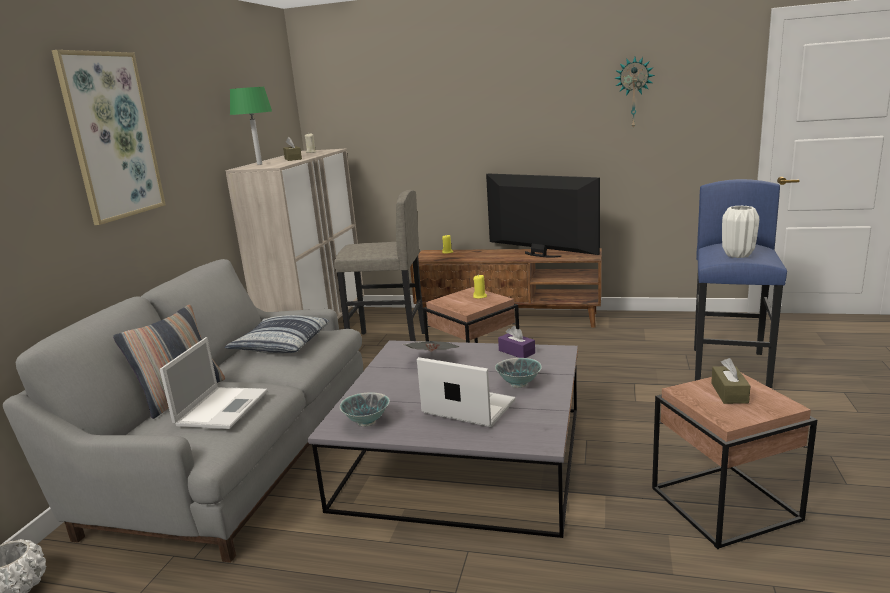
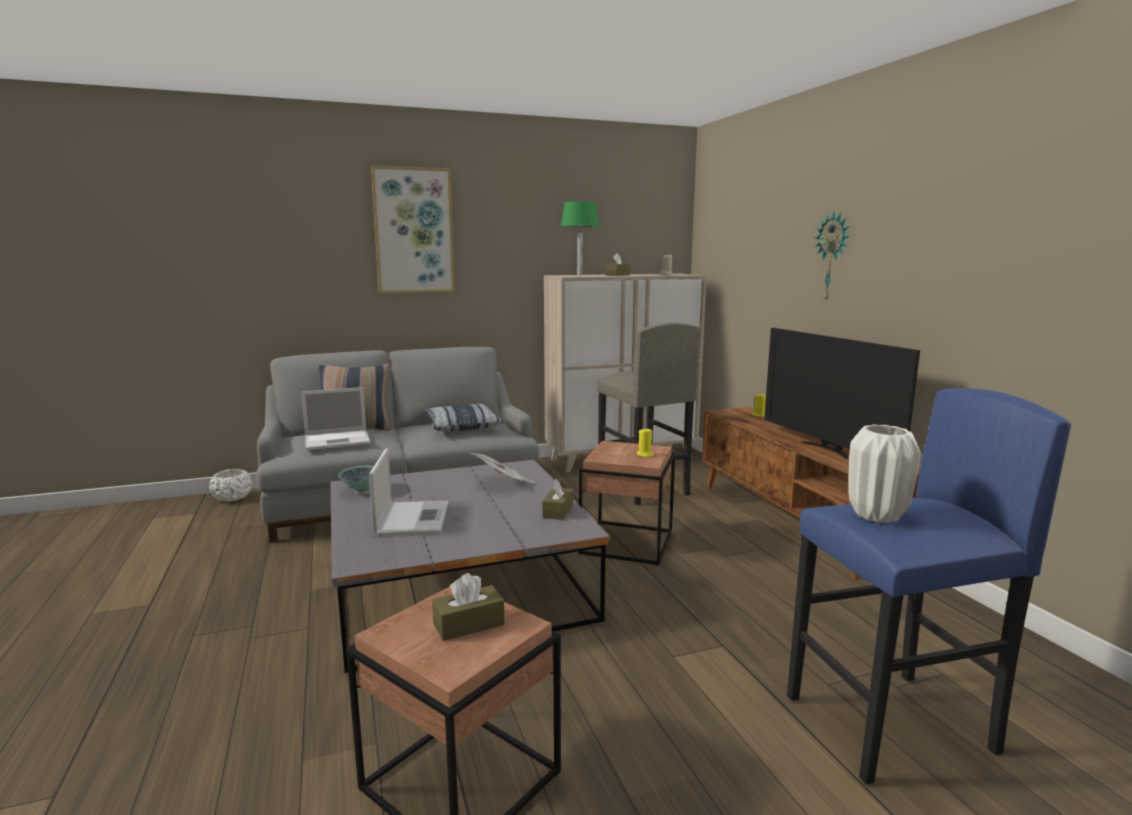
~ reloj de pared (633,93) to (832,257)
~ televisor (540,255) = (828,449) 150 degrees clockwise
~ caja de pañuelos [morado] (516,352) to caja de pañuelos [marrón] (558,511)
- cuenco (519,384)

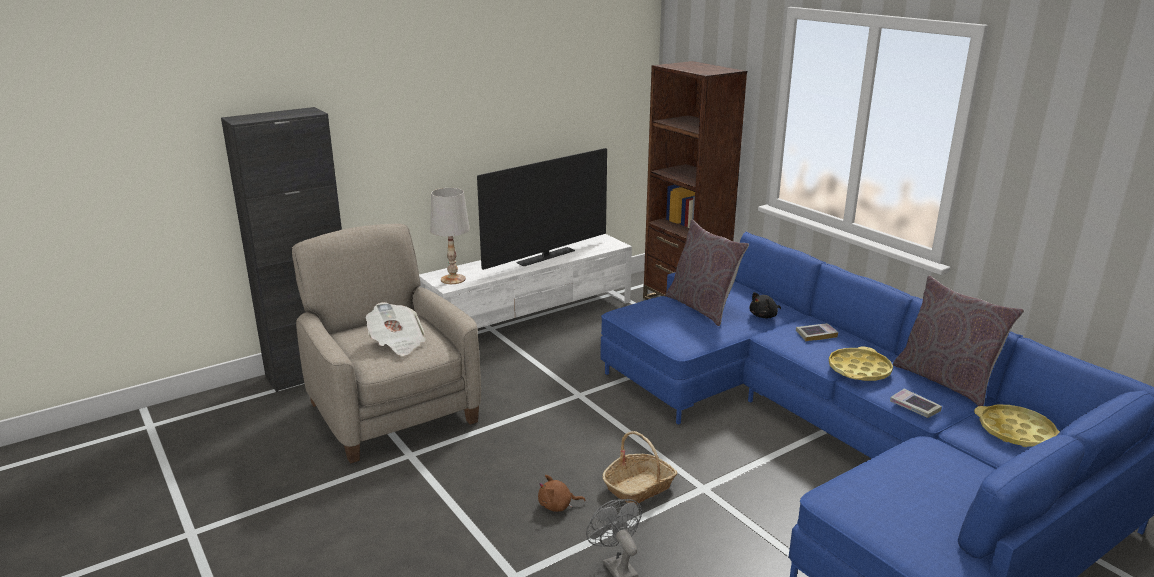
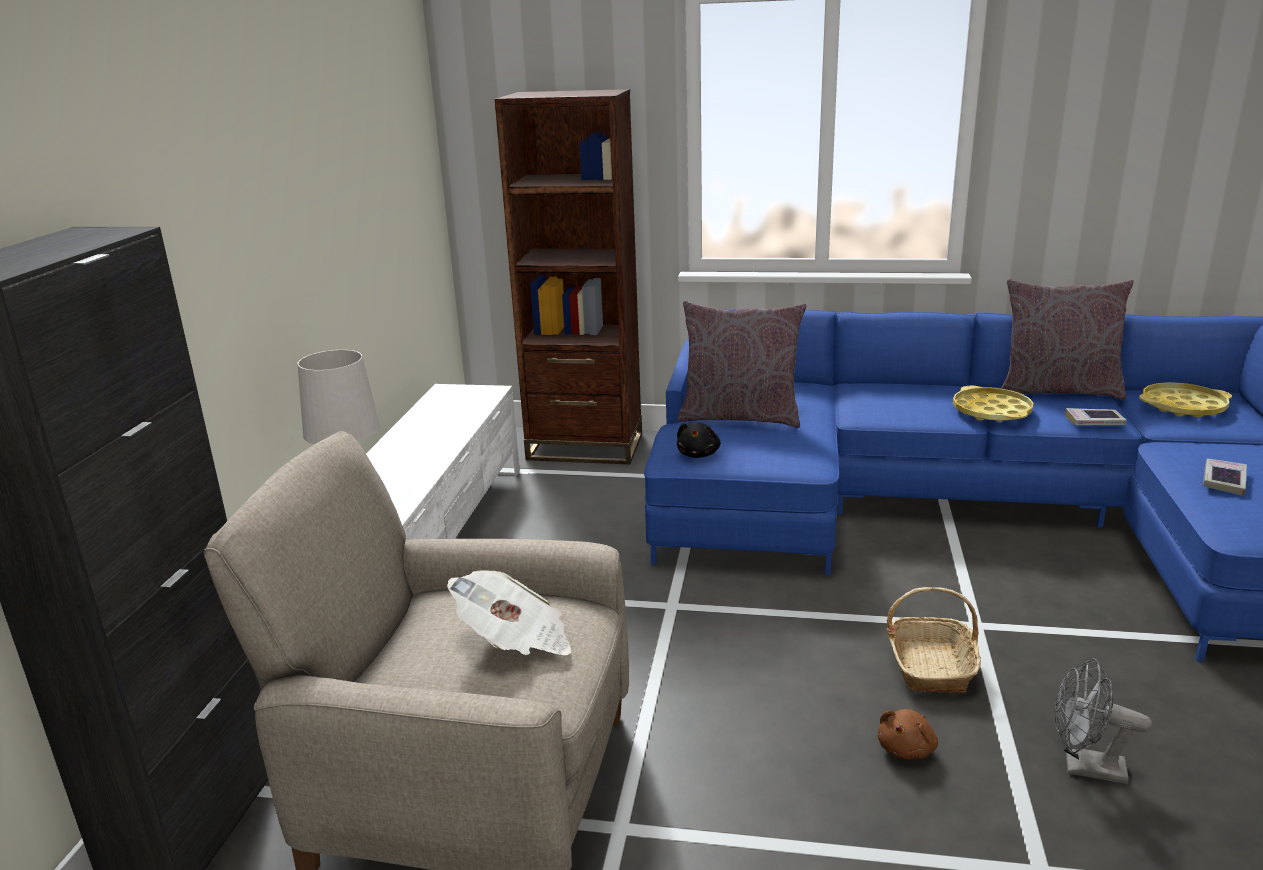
- televisor (546,257)
~ peluche [negro] (764,316) to (698,454)
~ libro (816,334) to (1223,481)

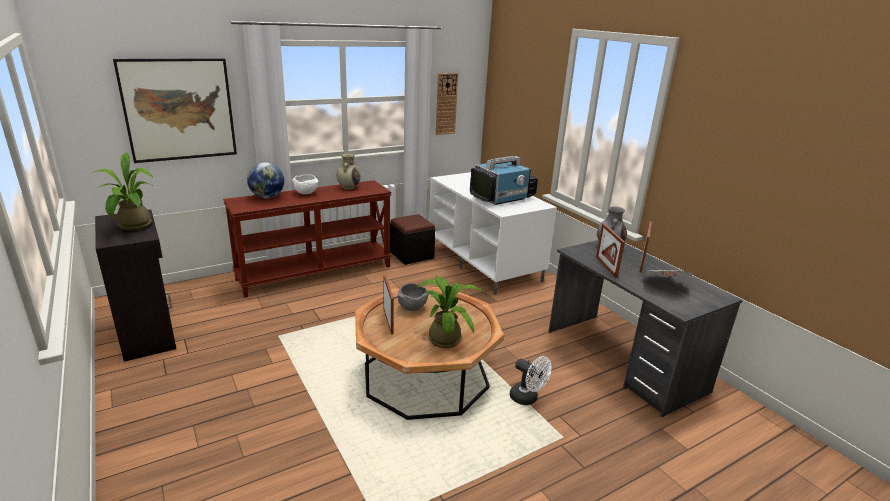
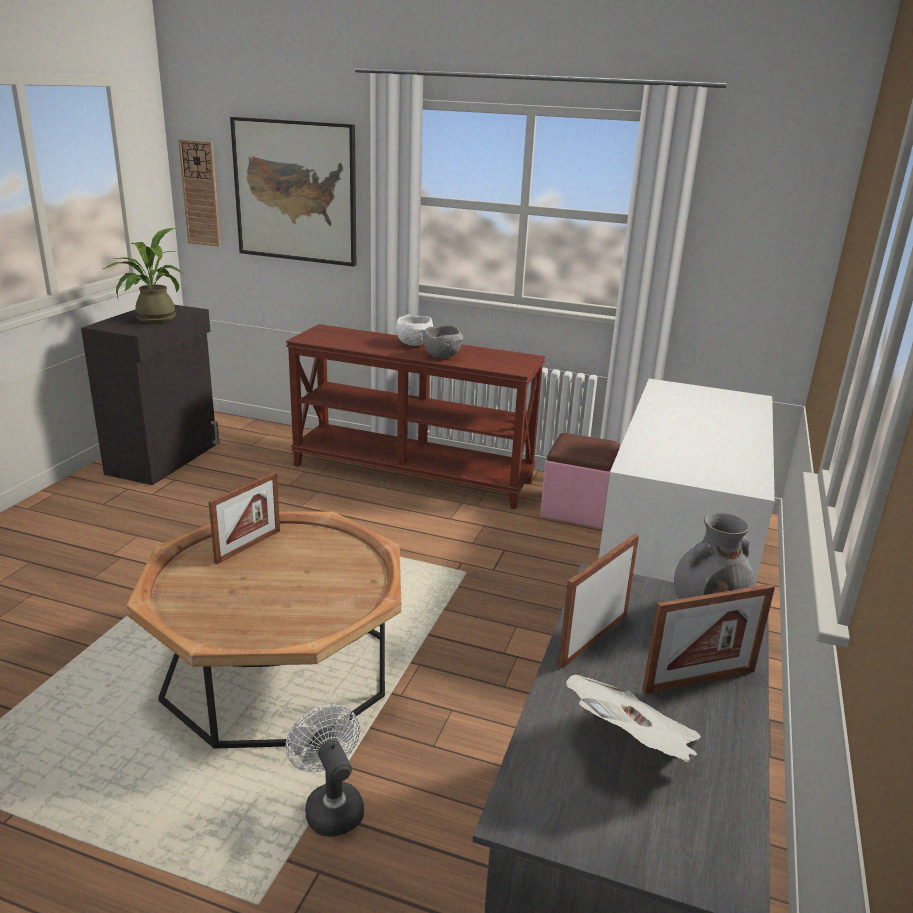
~ reloj de pared (446,104) to (200,193)
- florero [beis] (349,187)
- televisor (503,198)
- globo terráqueo (267,197)
~ puf [negro] (411,255) to puf [rosa] (577,509)
- planta en maceta (444,337)
~ cuenco [gris] (412,307) to (443,357)
~ ventilador [blanco] (527,398) = (330,805) 150 degrees clockwise

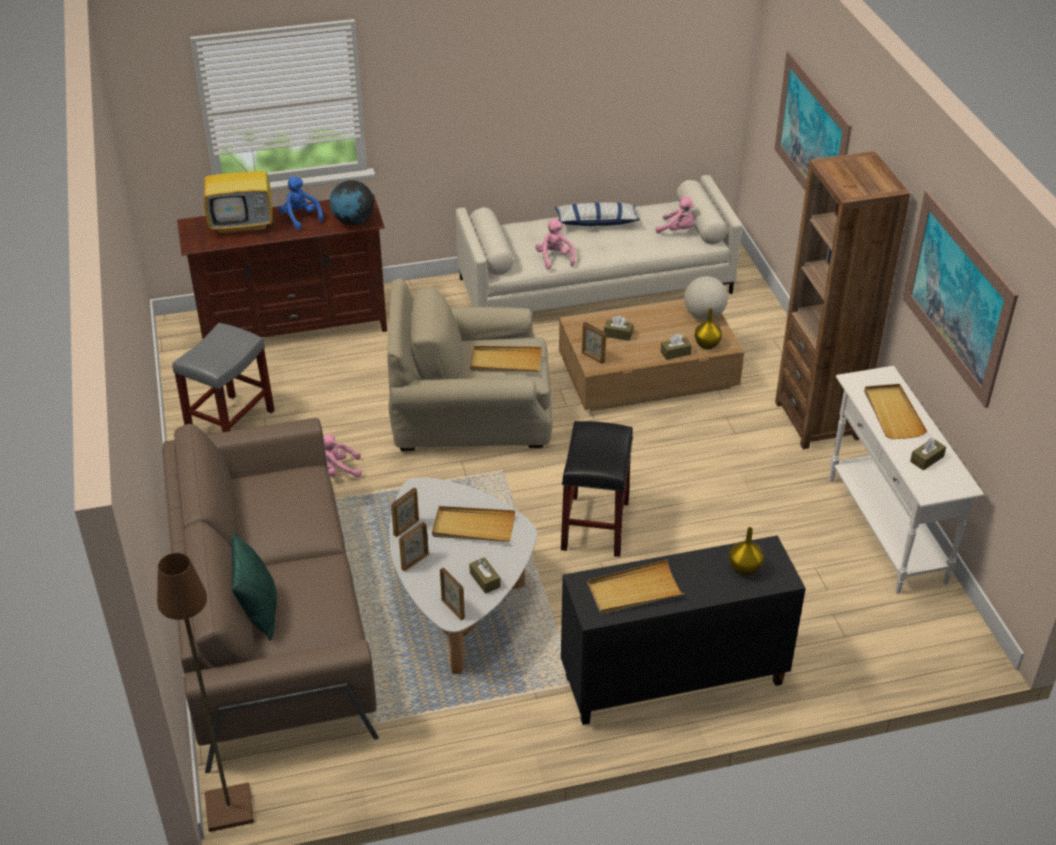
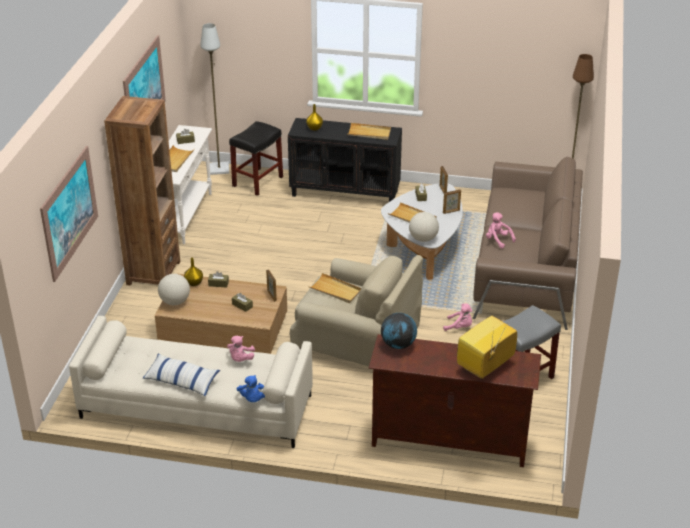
~ televisor (243,224) = (485,367) 60 degrees counterclockwise
~ peluche [azul] (300,218) to (253,399)
~ peluche [rosa] (677,230) to (498,240)
~ taburete [negro] (595,526) to (257,181)
- portarretratos (406,527)
- cojín [verde] (259,611)
+ lámpara de pie [gris] (219,169)
+ globo terráqueo (423,239)

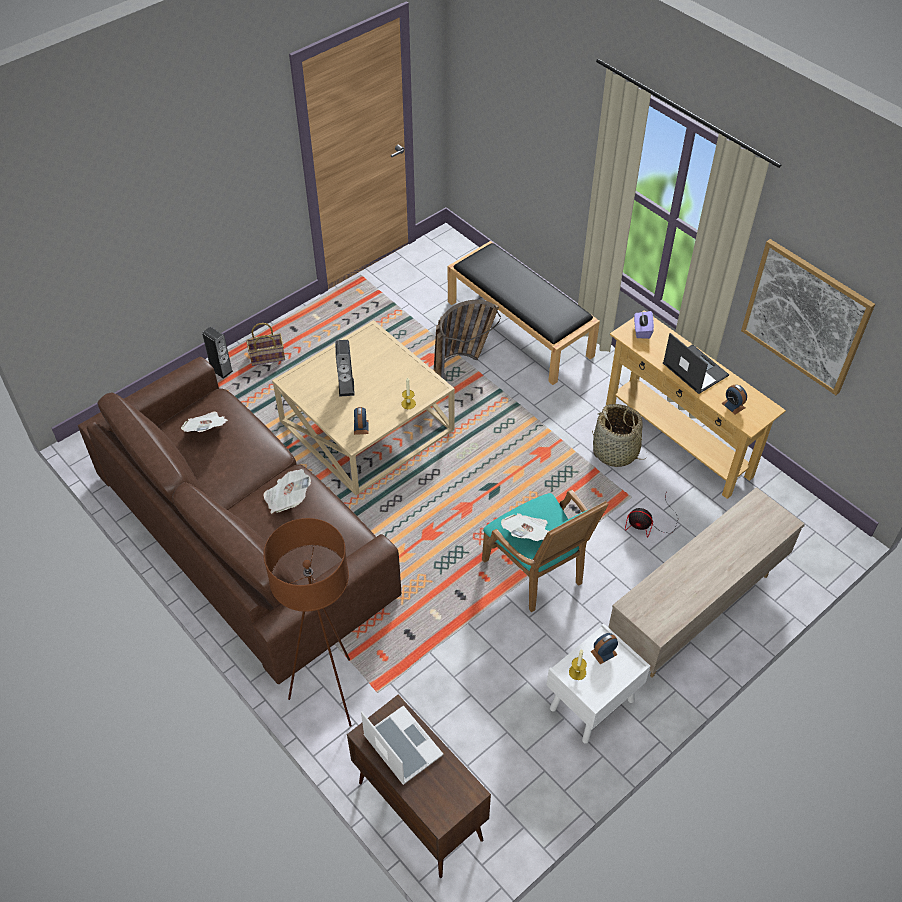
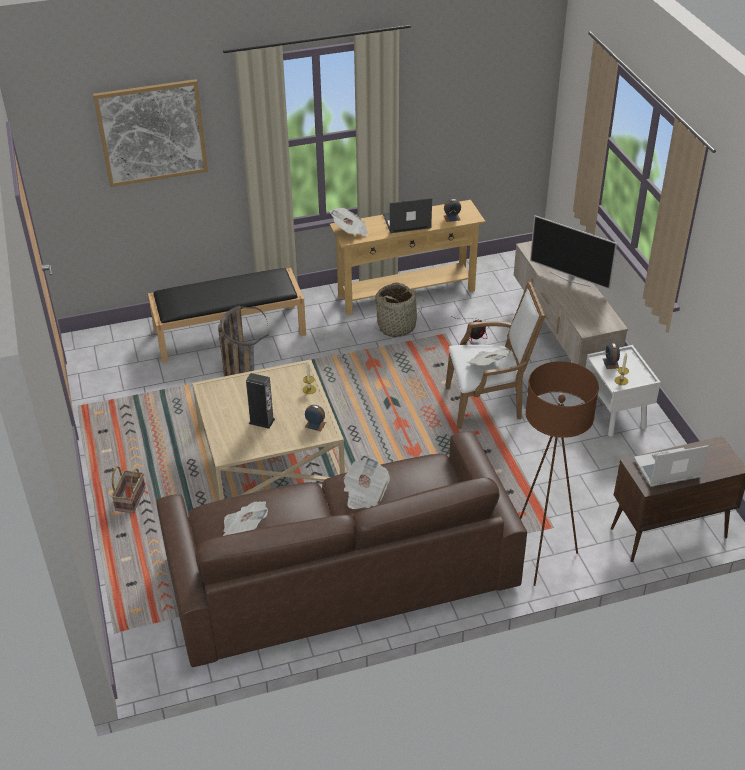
~ cuadro (805,317) to (152,132)
~ caja de pañuelos [morado] (642,331) to periódico (350,231)
- altavoz (221,371)
~ sillón [turquesa] (538,575) to sillón [blanco] (488,404)
+ televisor (570,279)

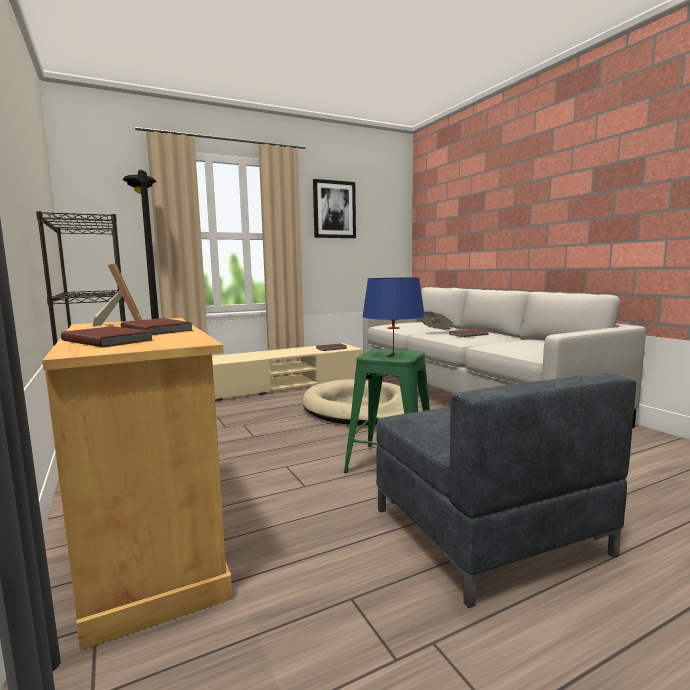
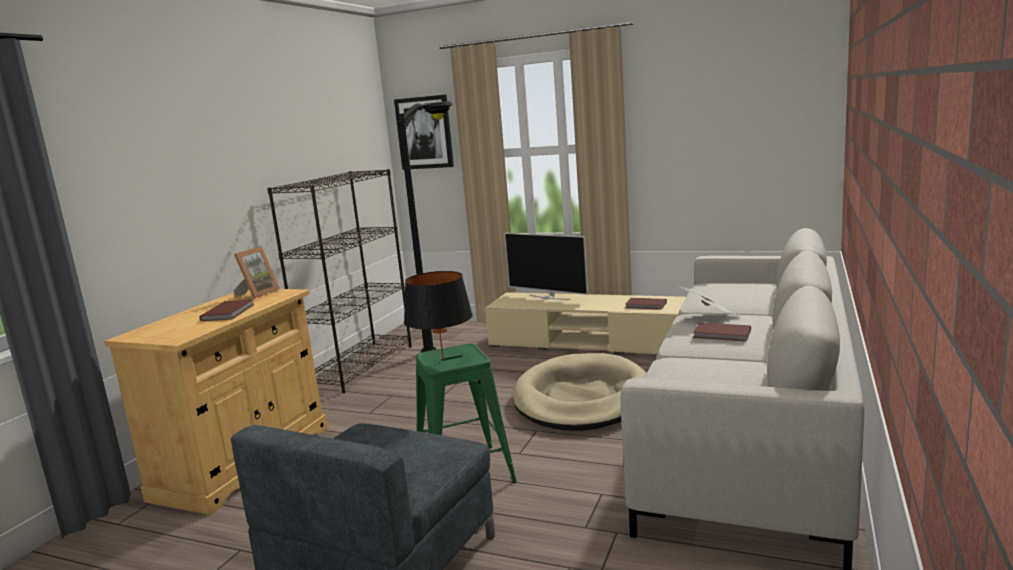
~ cuadro (334,209) to (424,132)
~ lámpara de mesa [azul] (393,356) to lámpara de mesa [negro] (443,360)
- libro [marrón] (109,340)
+ televisor (549,297)

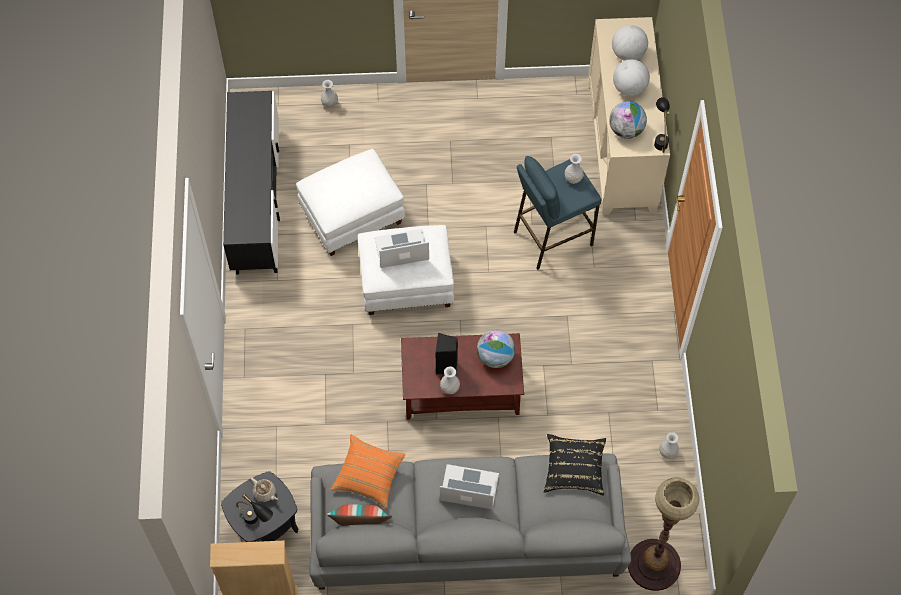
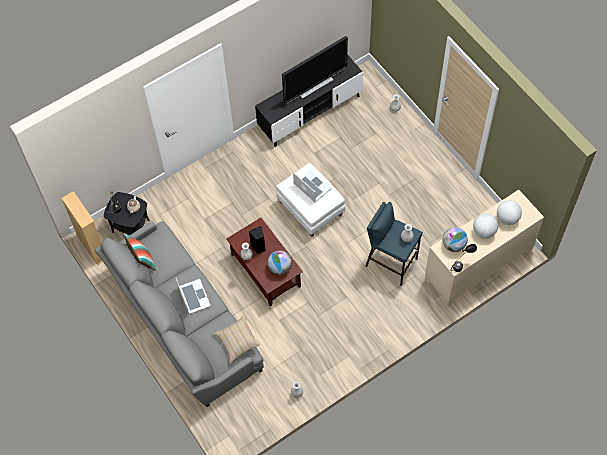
- puf [blanco] (352,216)
~ cojín [negro] (574,469) to cojín [beis] (237,341)
- cojín [naranja] (368,476)
- lámpara de pie (654,565)
+ televisor (314,85)

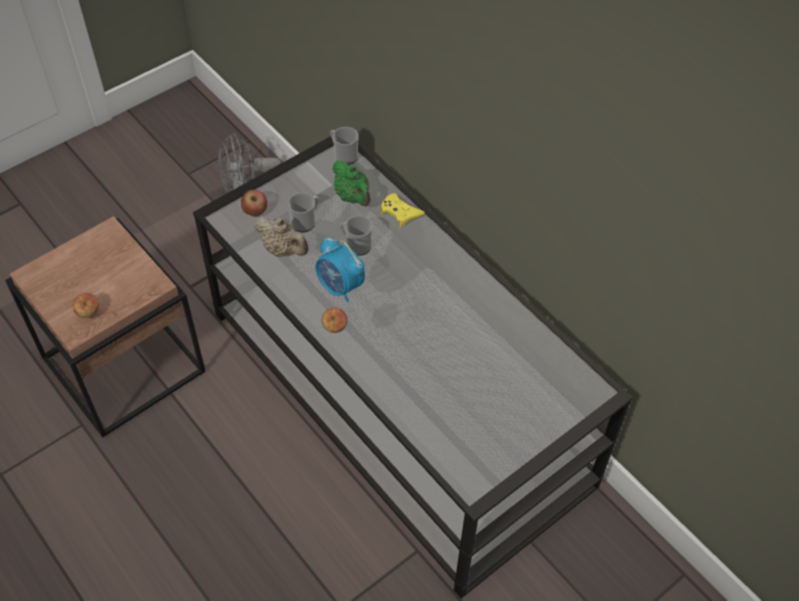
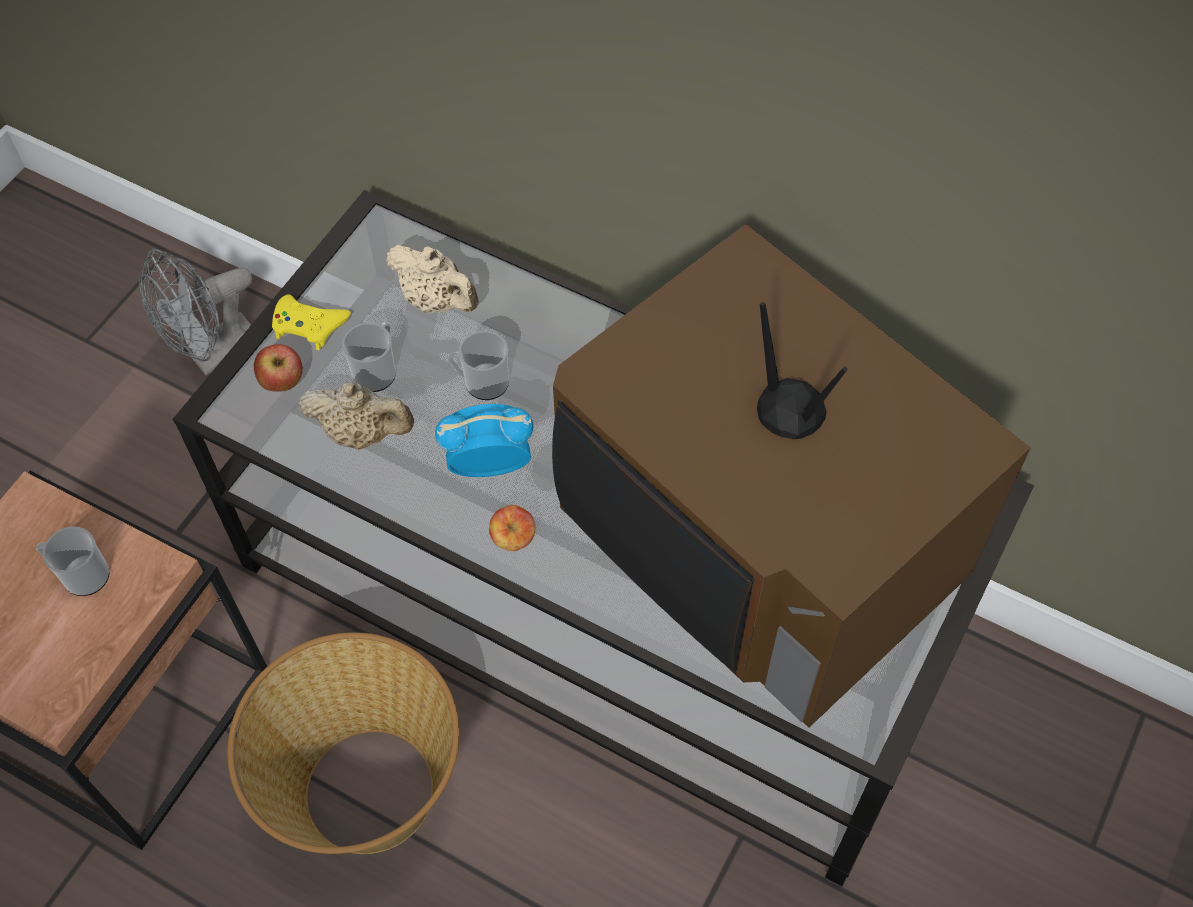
~ taza grande (344,155) to (81,575)
~ tetera [verde] (353,197) to tetera [beis] (437,301)
~ mando de consola [amarillo] (400,212) to (308,325)
~ despertador (340,287) = (489,464) 150 degrees clockwise
- manzana (88,313)
+ televisor (761,541)
+ cesta (366,791)

